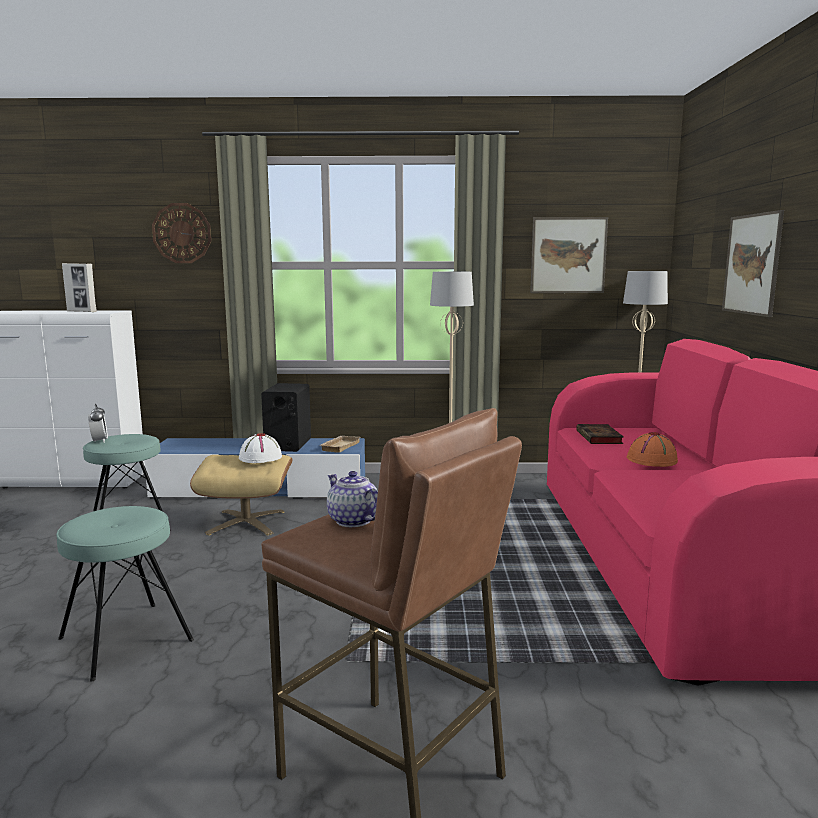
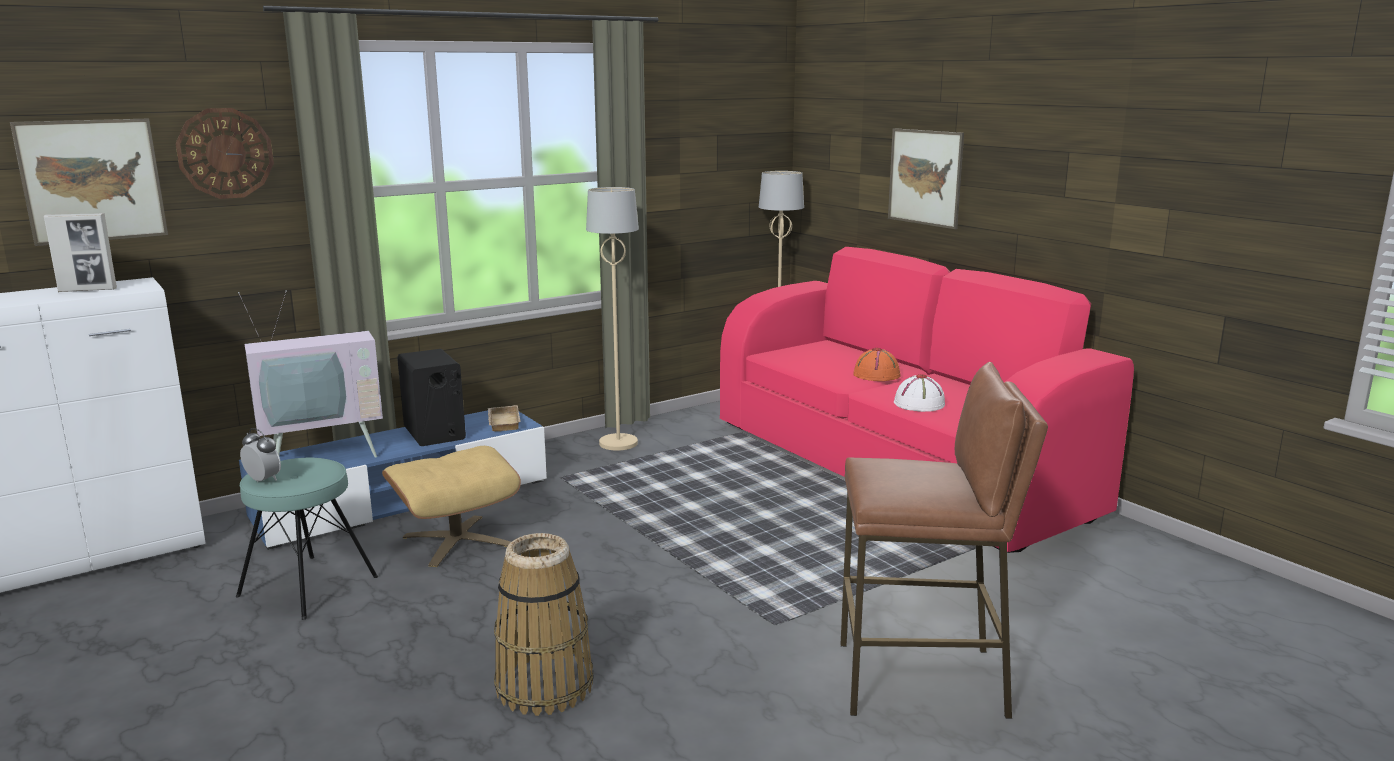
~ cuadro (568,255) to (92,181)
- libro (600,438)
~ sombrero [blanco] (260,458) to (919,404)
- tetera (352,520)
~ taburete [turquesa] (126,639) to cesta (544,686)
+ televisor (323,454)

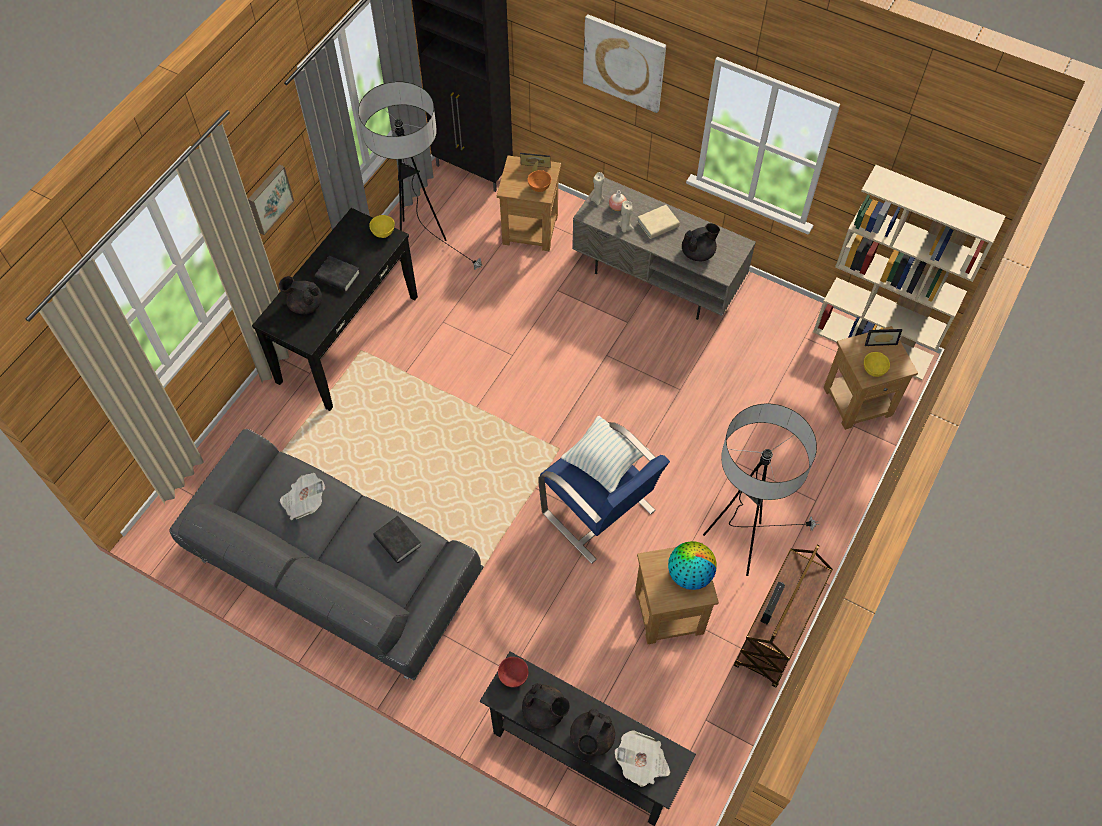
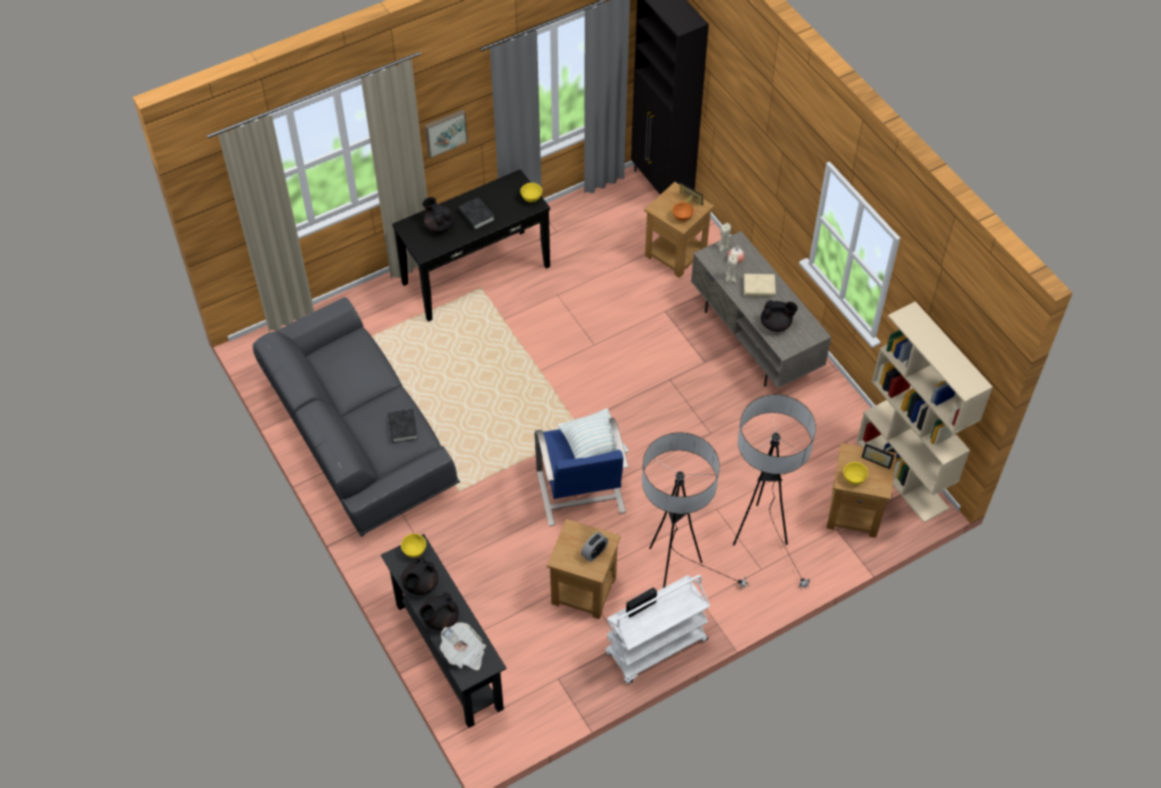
- cuadro (624,62)
~ lámpara de pie (420,244) to (761,536)
- periódico (304,502)
~ globo terráqueo (689,574) to despertador (594,552)
~ carrito [marrón] (776,634) to carrito [blanco] (656,648)
~ cuenco [rojo] (513,677) to cuenco [amarillo] (414,551)
~ tetera [negro] (545,711) = (420,584) 60 degrees clockwise

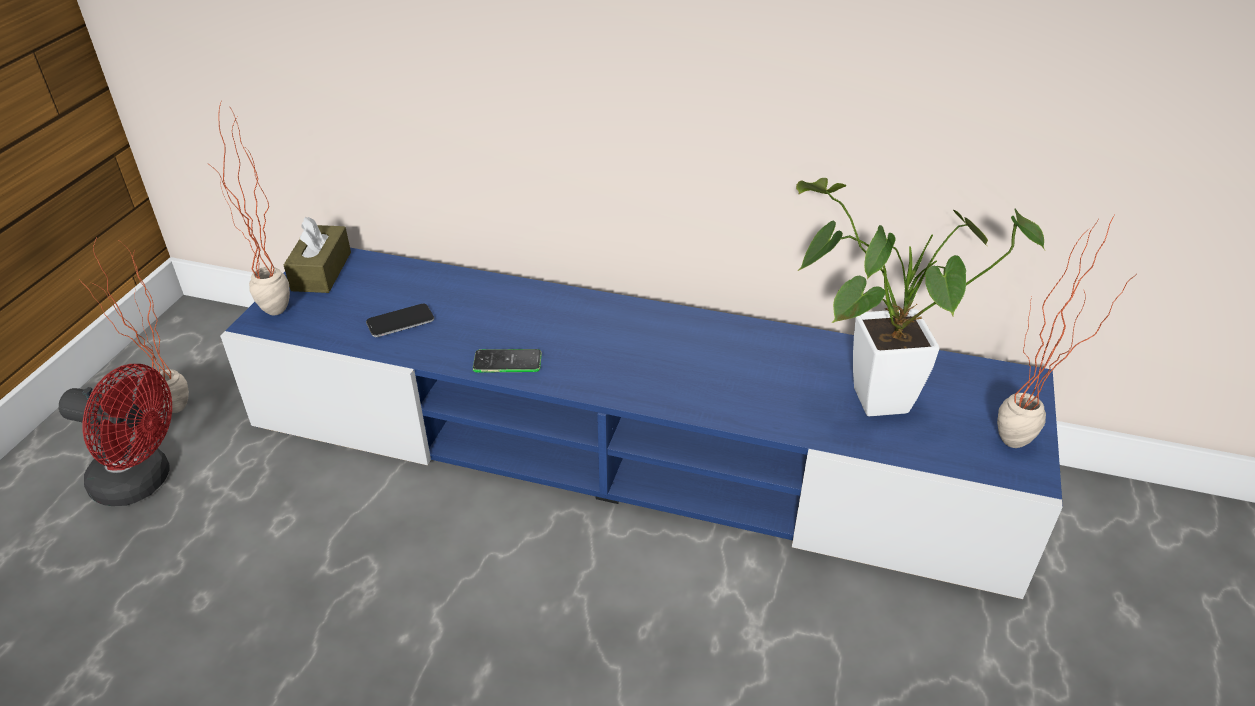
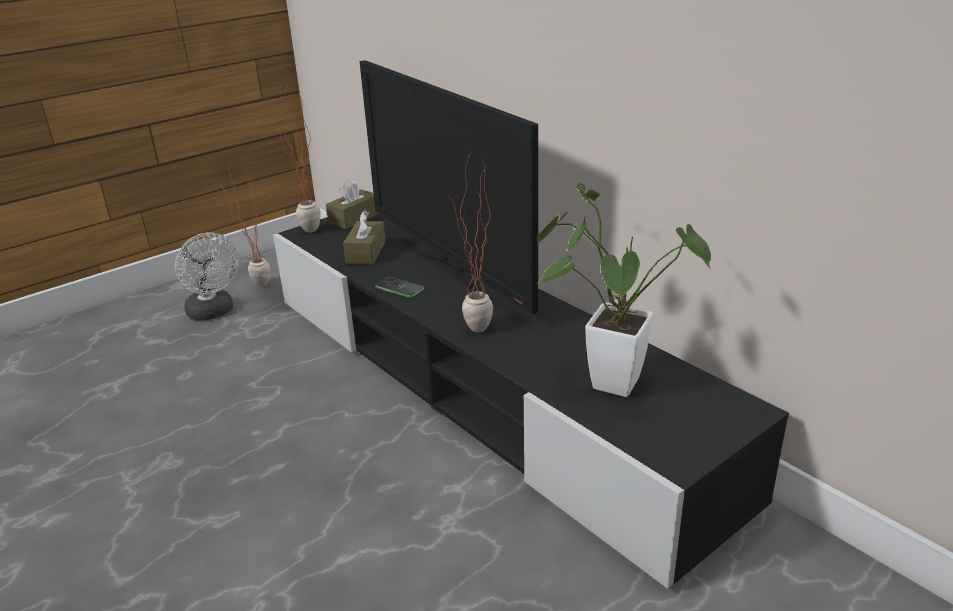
~ planta en maceta (1020,451) to (475,334)
~ mueble de televisión [azul] (629,449) to mueble de televisión [negro] (481,388)
~ móvil (400,321) to caja de pañuelos [marrón] (366,252)
~ ventilador [rojo] (142,482) to ventilador [blanco] (214,312)
+ televisor (451,268)

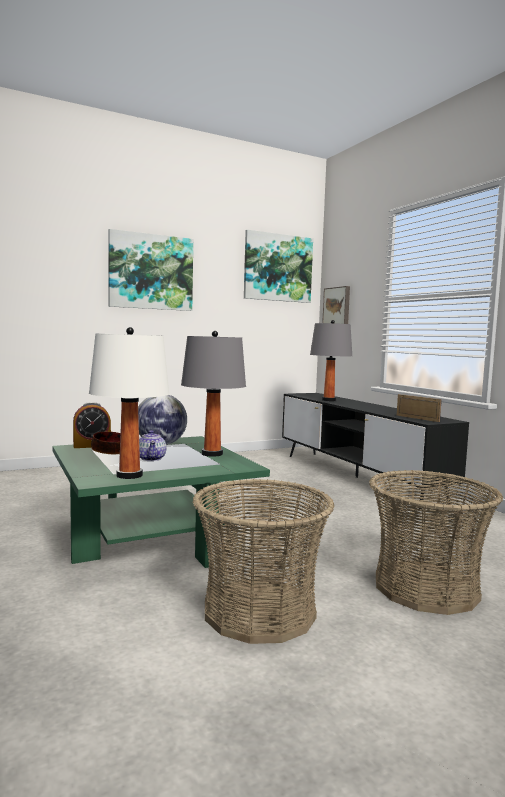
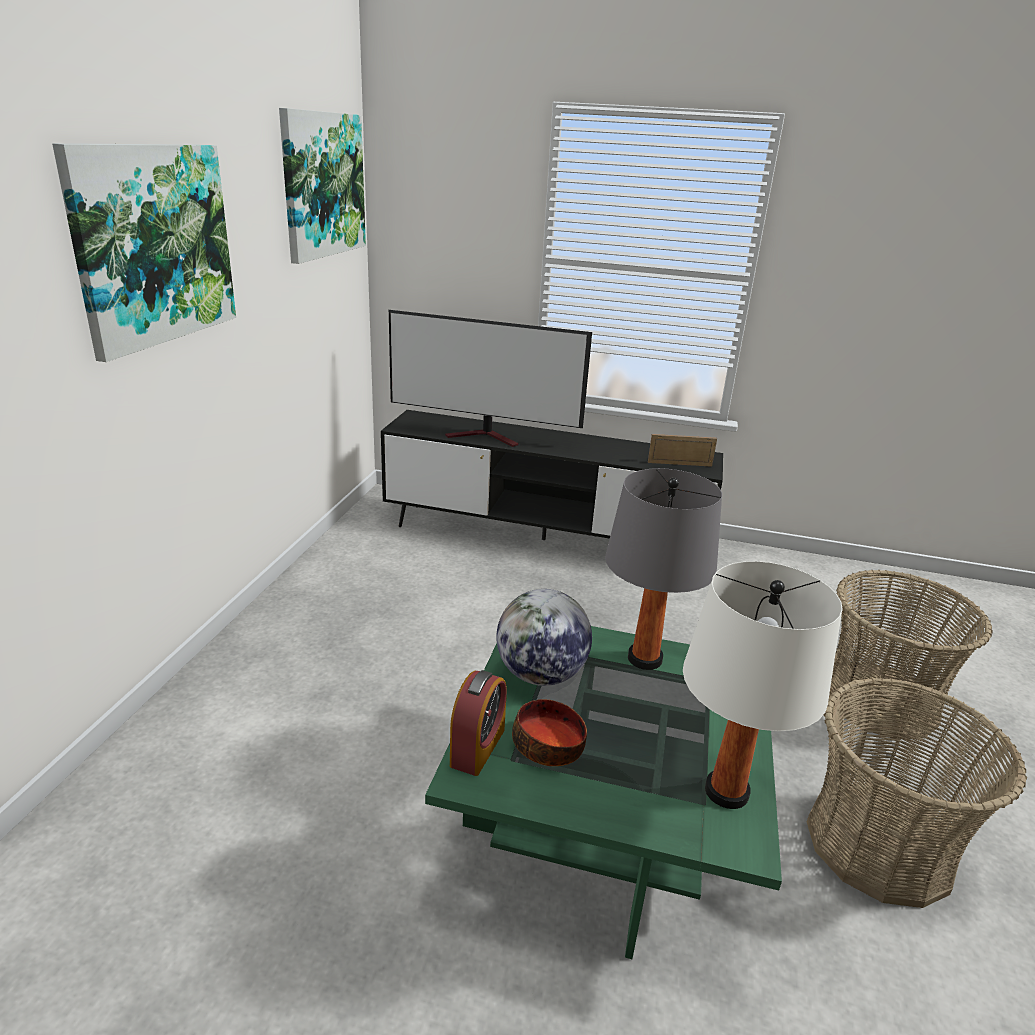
- cuadro (337,306)
~ lámpara de mesa [gris] (329,400) to televisor (486,437)
- tetera (151,458)

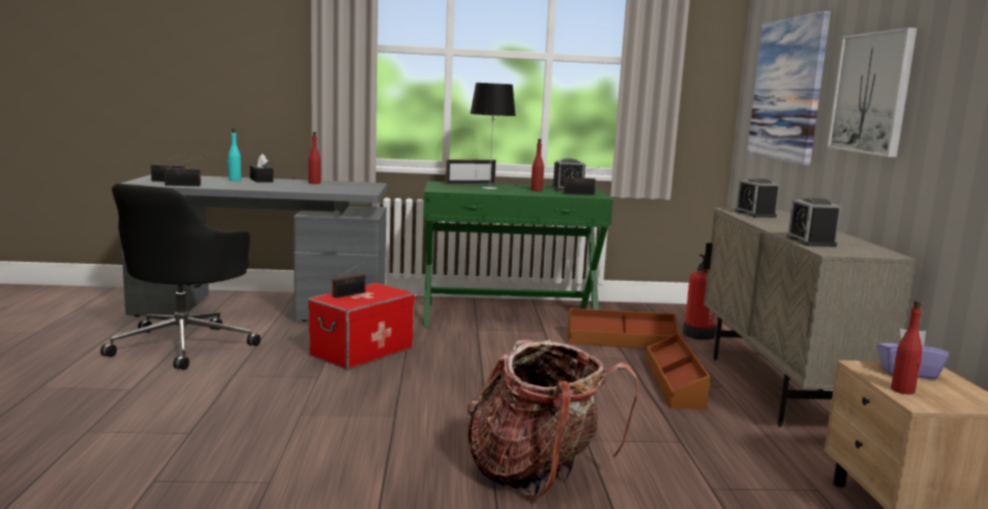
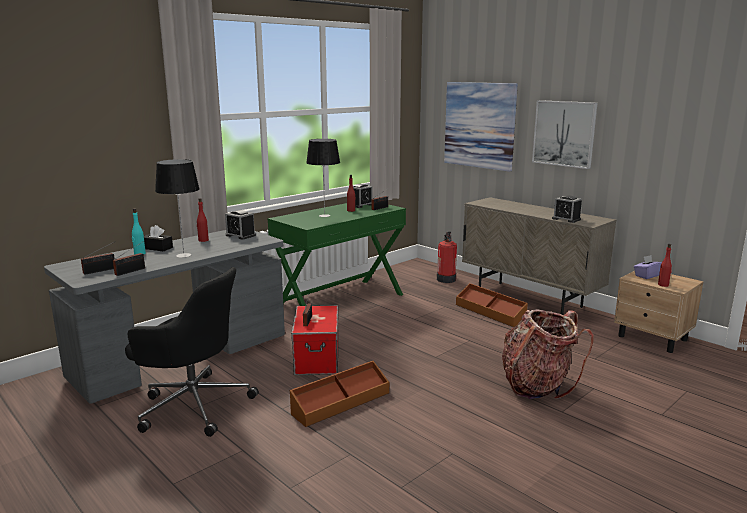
- portarretratos (470,184)
~ despertador (755,214) to (240,235)
~ silla de oficina [negro] (185,344) = (193,405) 45 degrees counterclockwise
~ caja de almacenaje [marrón] (621,341) to (340,402)
+ lámpara de mesa (184,255)

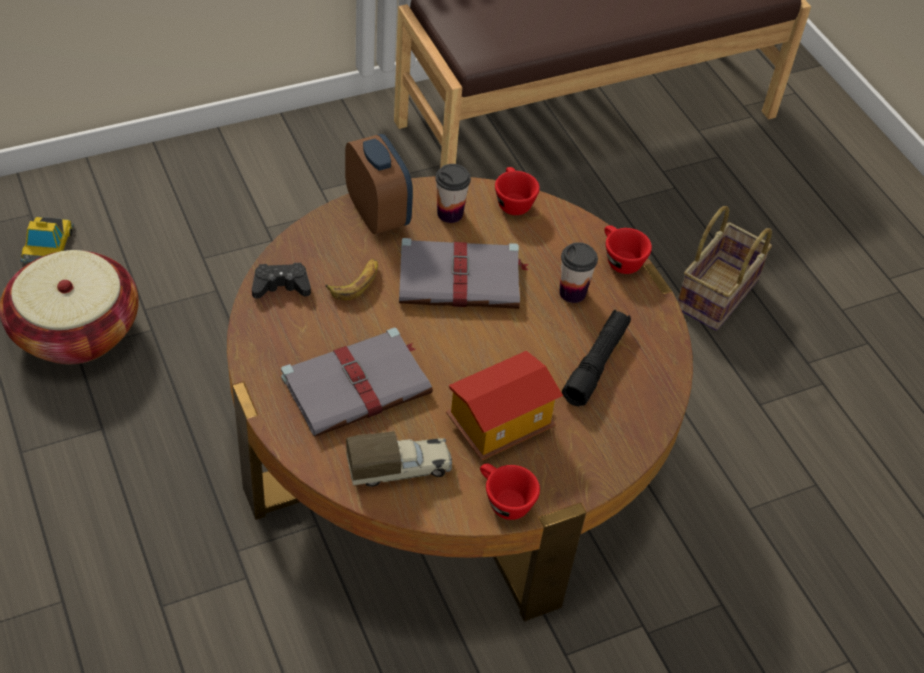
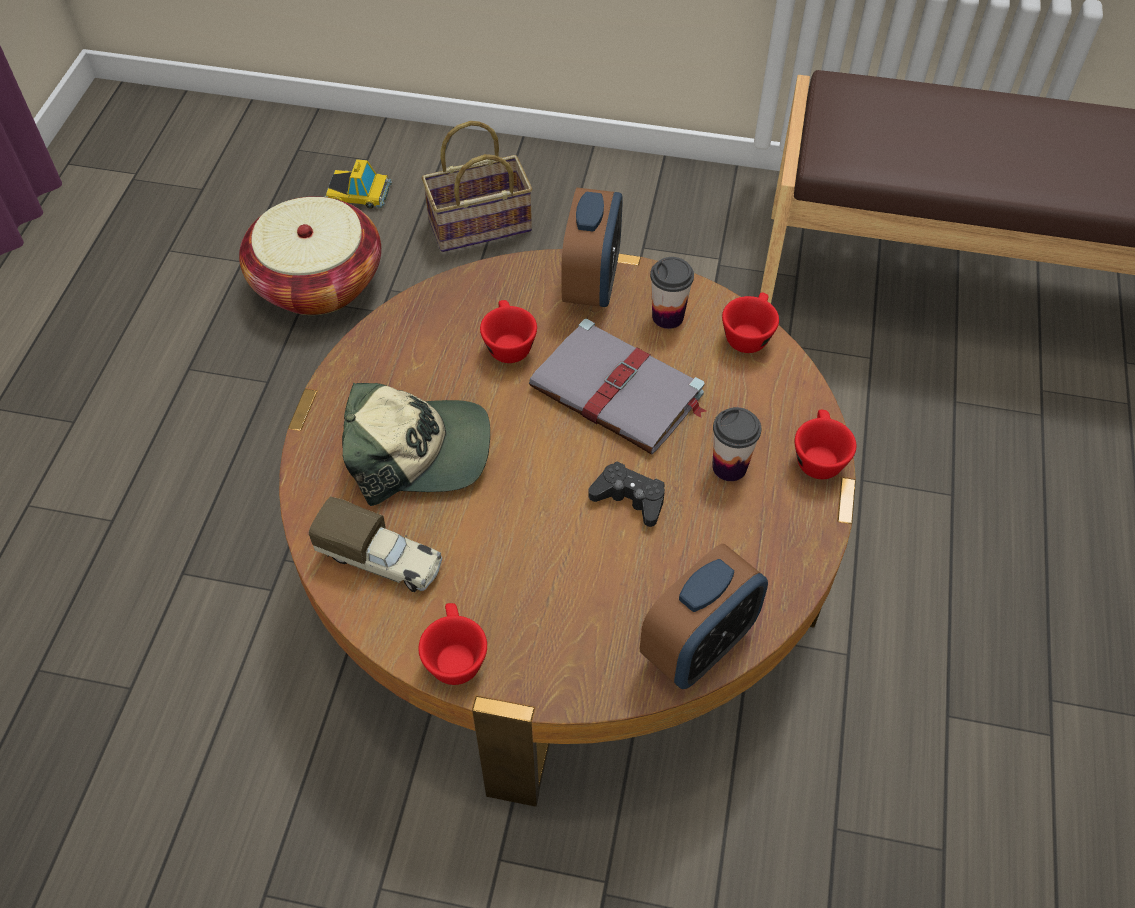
~ cesta (717,297) to (478,227)
~ coche de juguete (47,244) = (358,192) 120 degrees counterclockwise
~ plátano (355,283) to taza [rojo] (507,344)
~ mando de consola [negro] (281,286) to (629,498)
- linterna [negro] (596,364)
~ libro [gris] (358,385) to gorra (418,451)
- casita (499,423)
+ despertador (698,646)

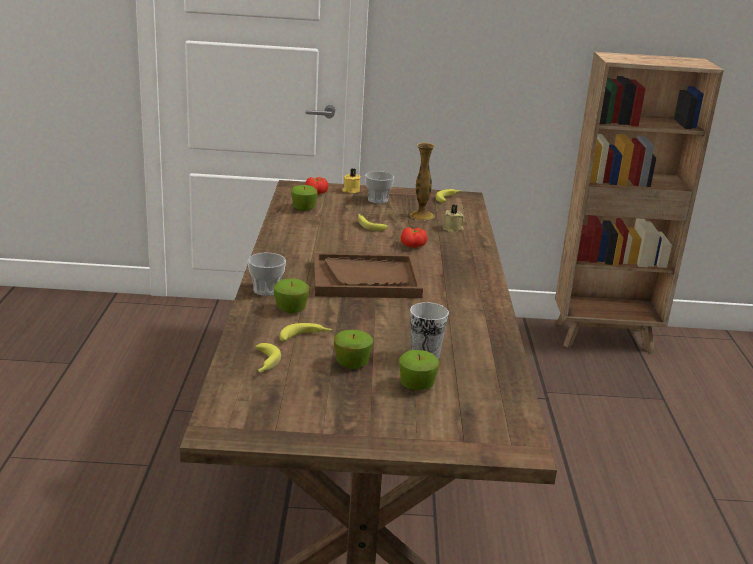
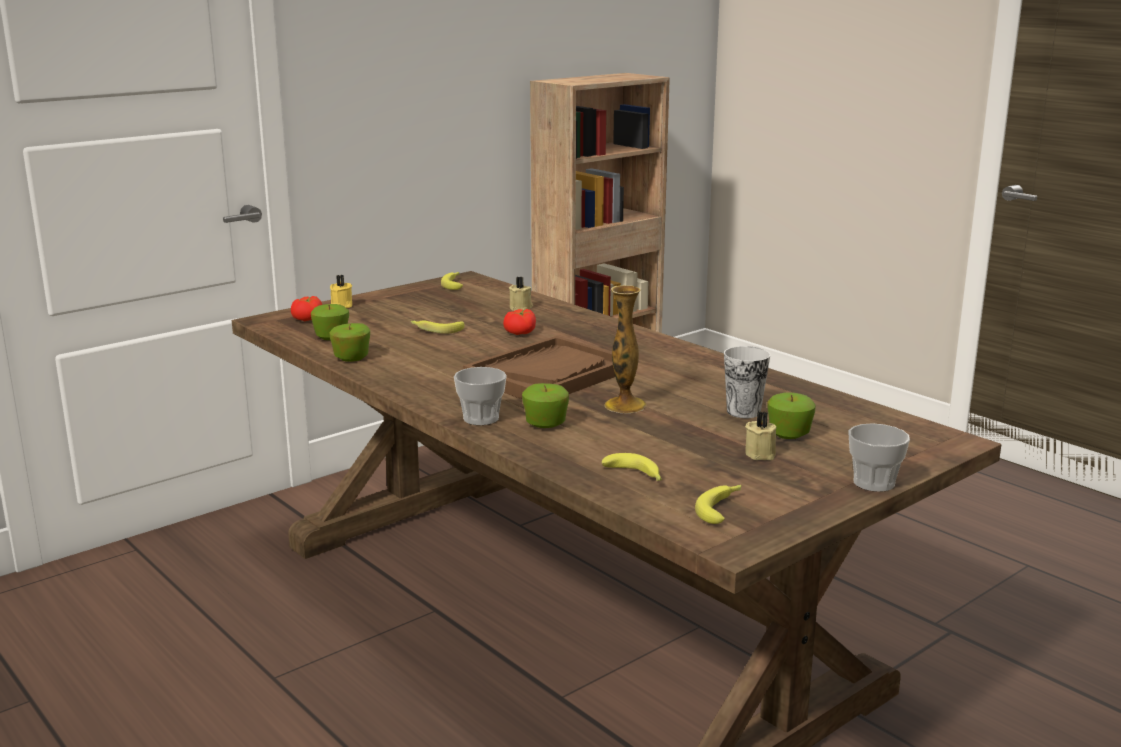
~ florero (422,216) to (625,405)
~ taza (378,200) to (874,483)
~ plátano (305,337) to (722,508)
~ manzana (352,363) to (351,358)
+ vela [beis] (761,453)

